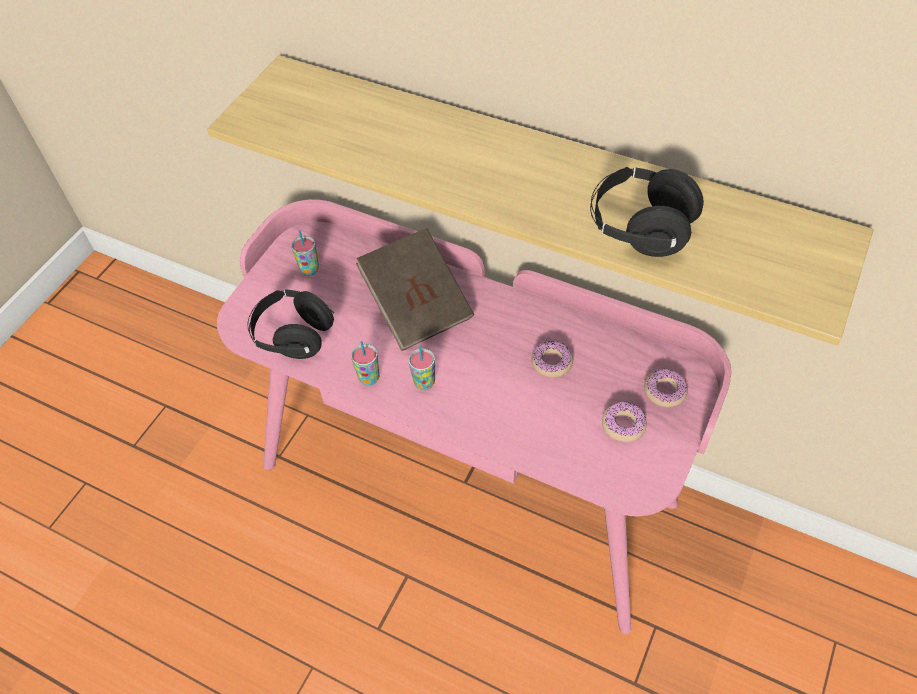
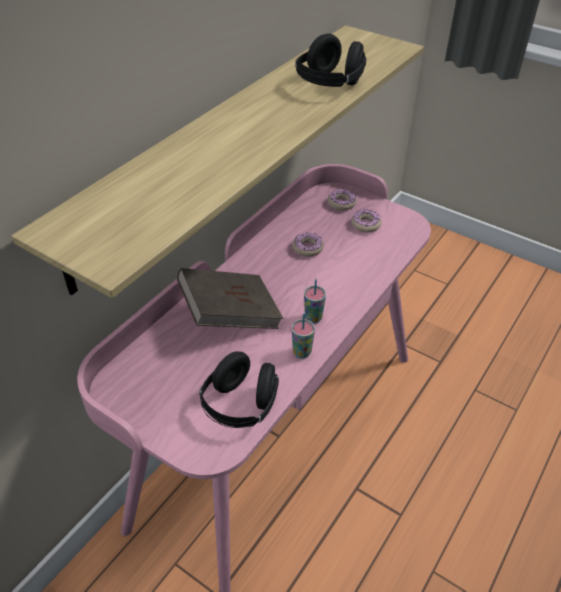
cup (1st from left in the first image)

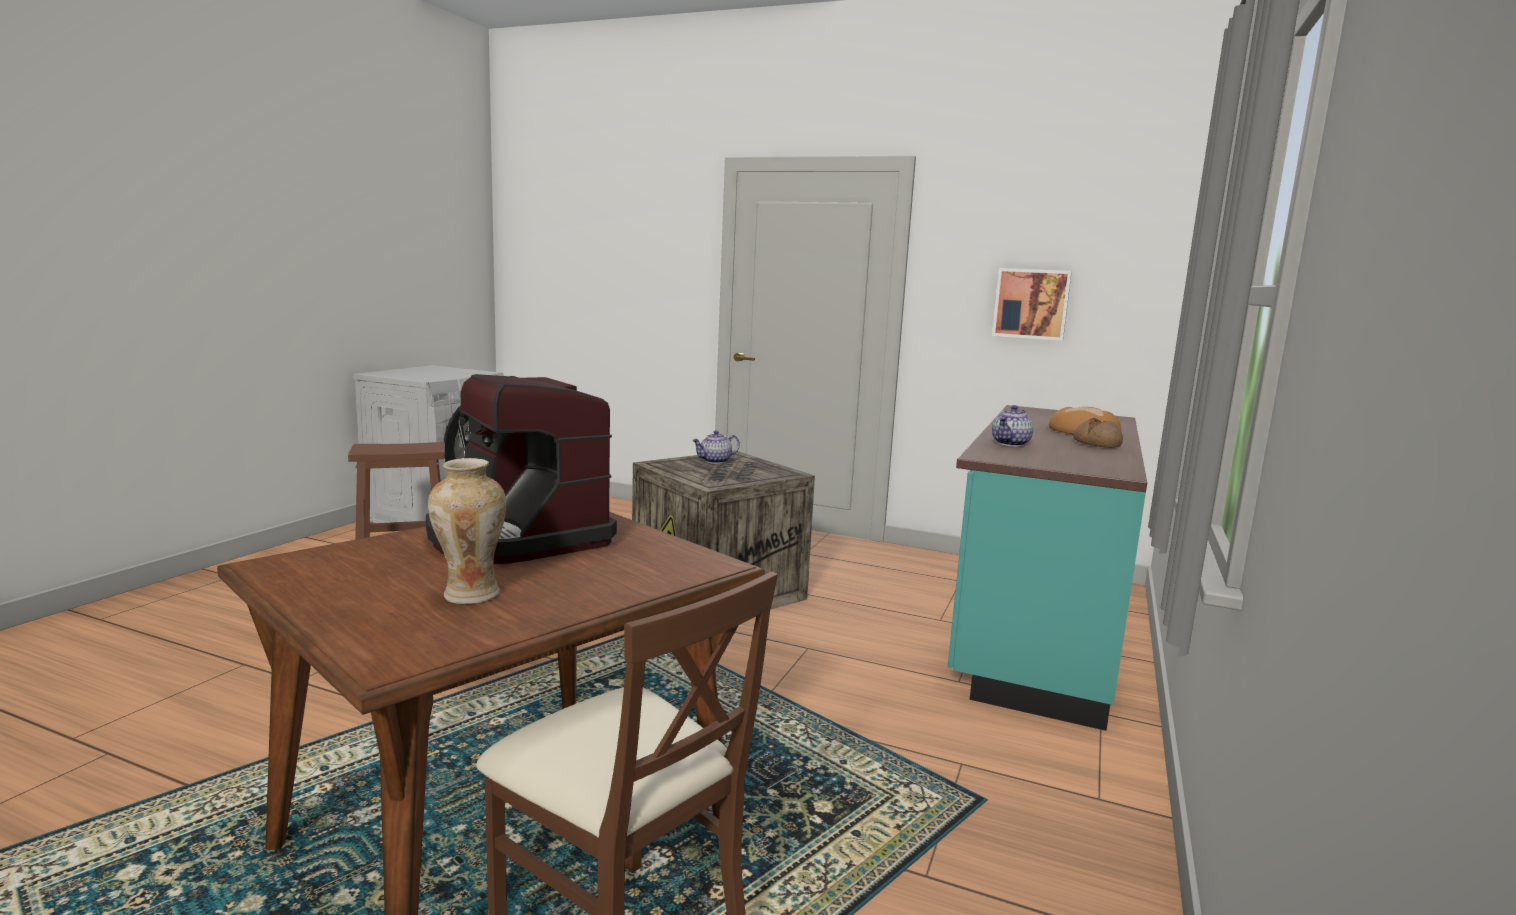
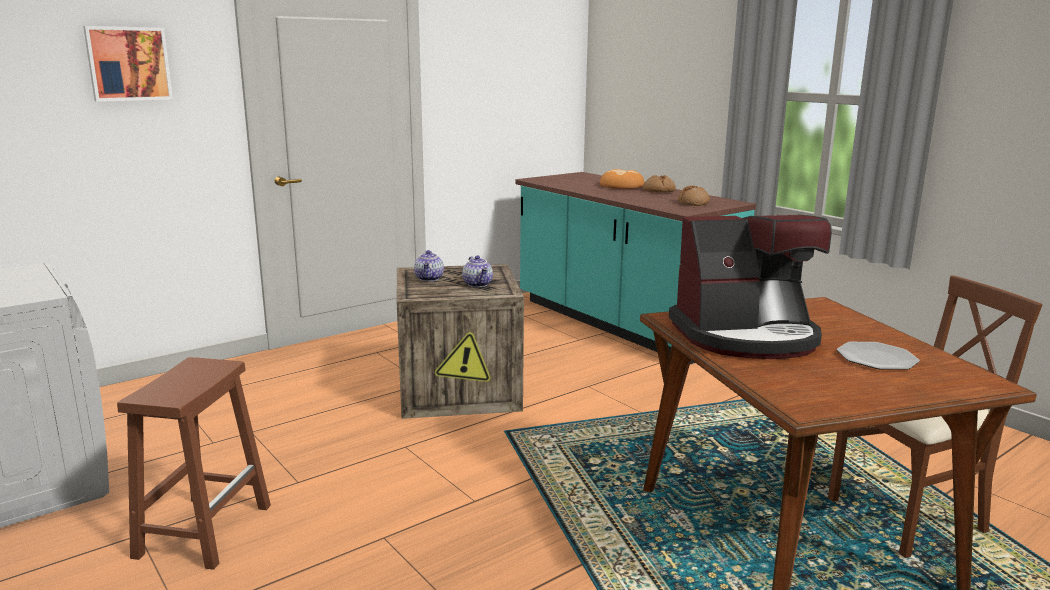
plate
picture
tea pot (2nd from left)
bread (3rd from left)

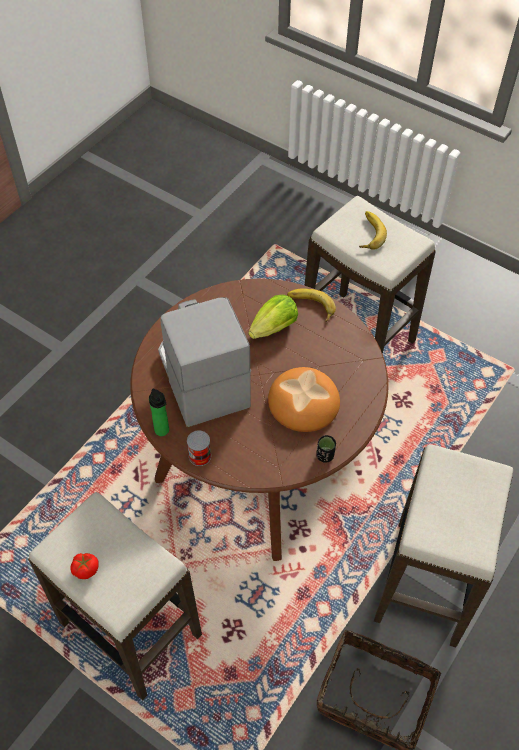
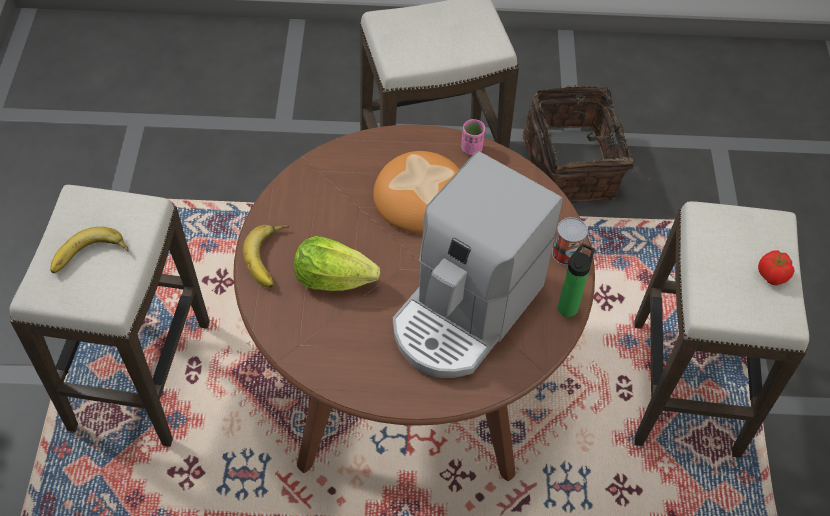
cup (pinkish)

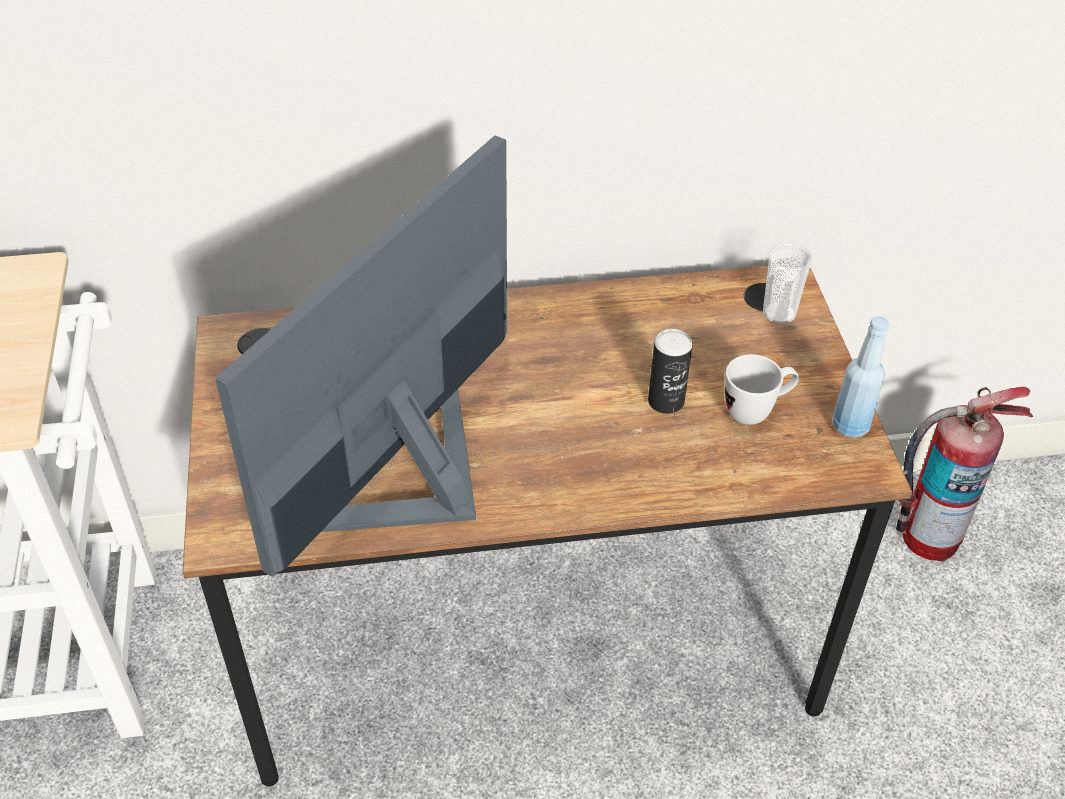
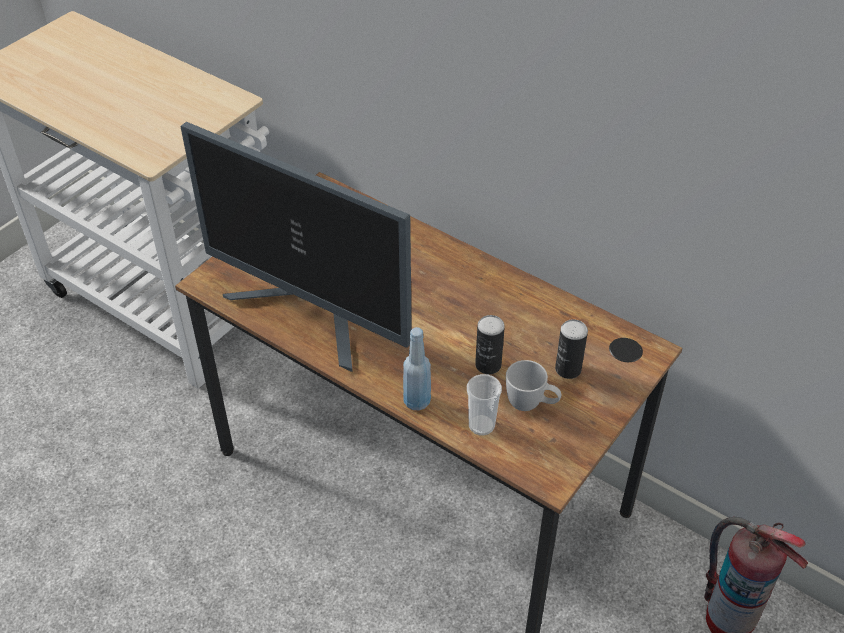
monitor
cup
drink bottle (blue)
metal can (2nd from left)

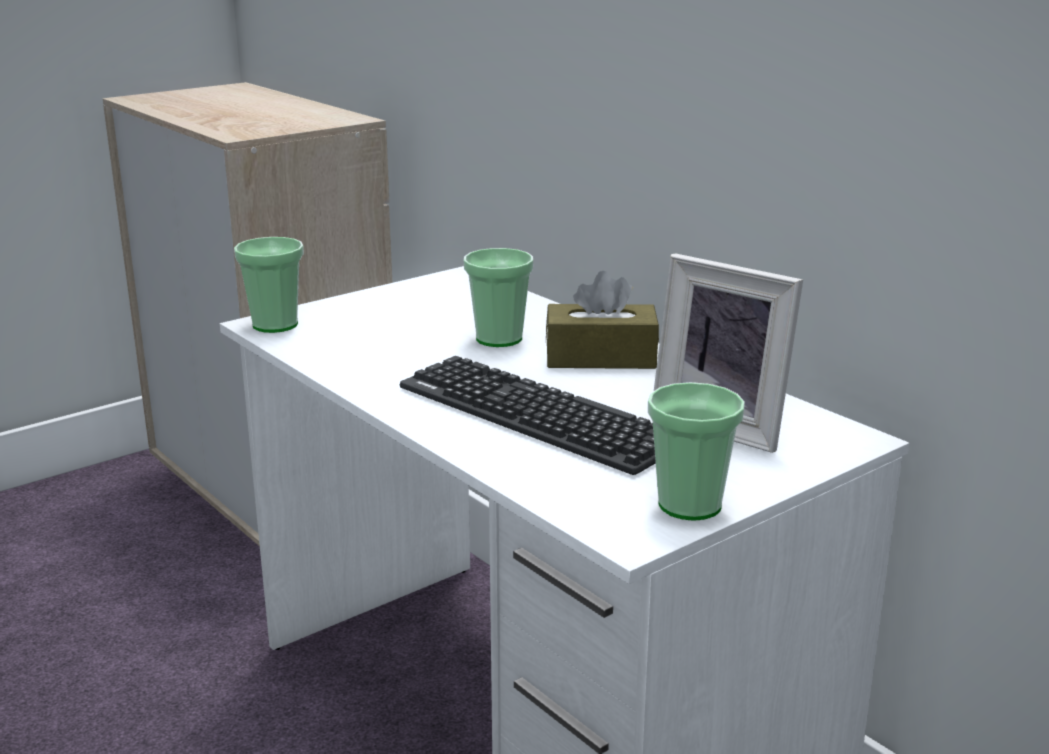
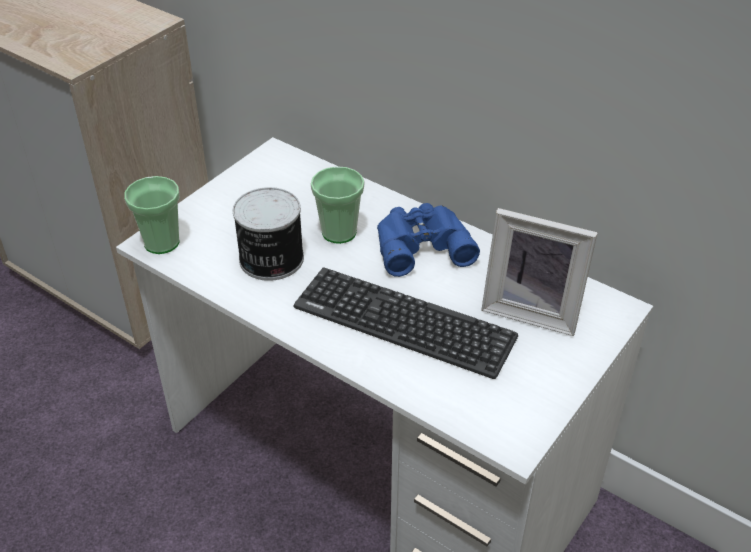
binoculars (blue)
cup (3rd from left in the first image)
metal can

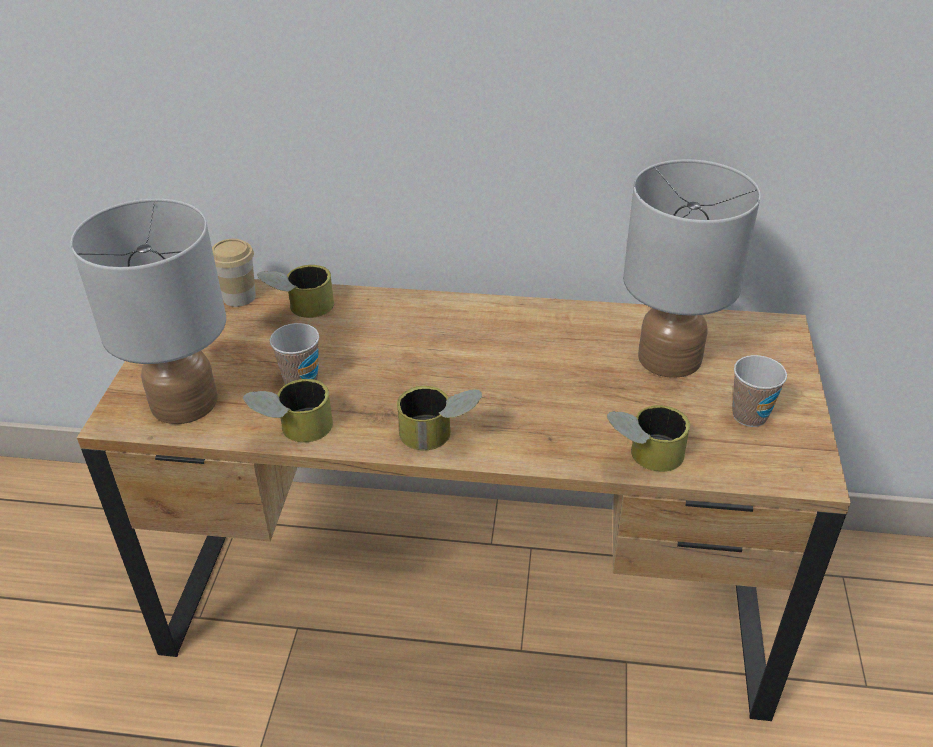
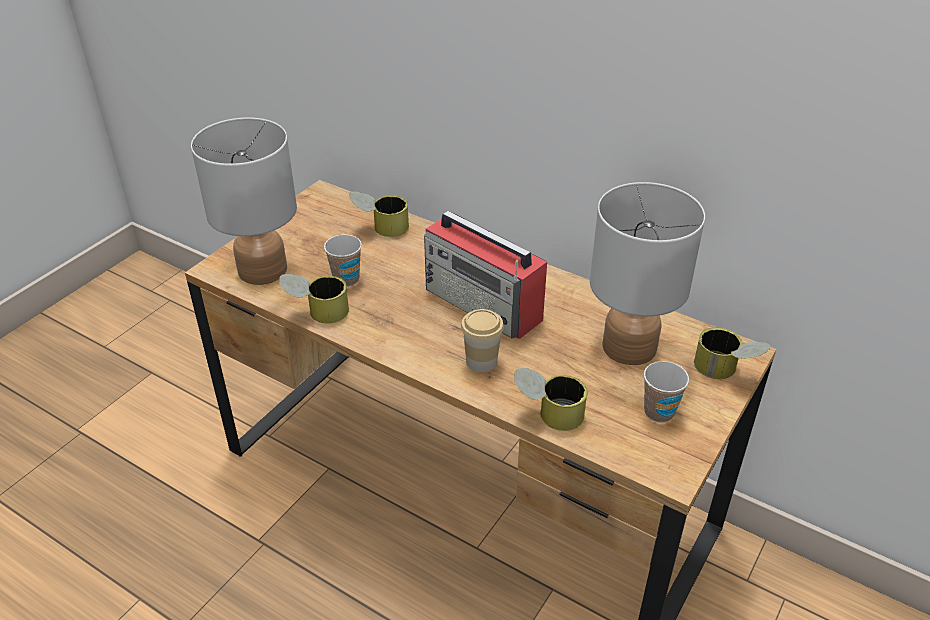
cup (2nd from left)
metal can (4th from left)
radio set

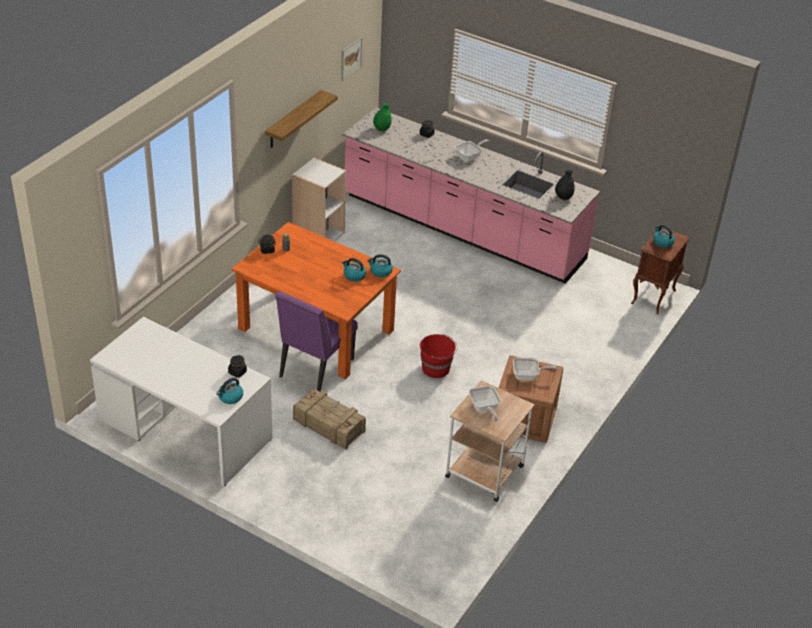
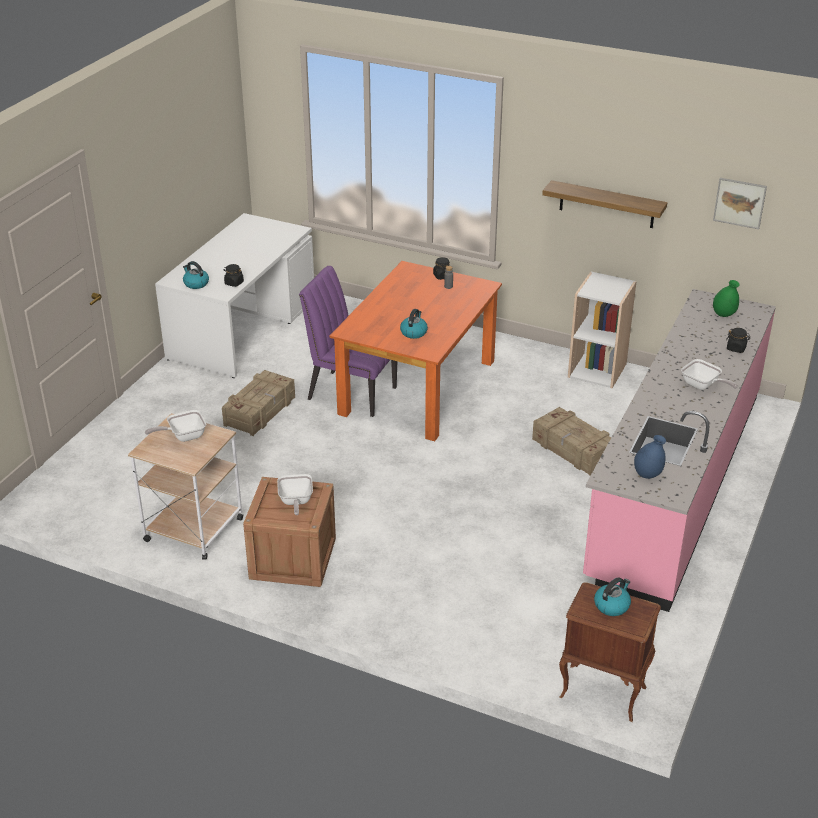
water kettle (3rd from left in the first image)
bucket (red-coloured)
flower vase (blue)
packing crate (3rd from left)

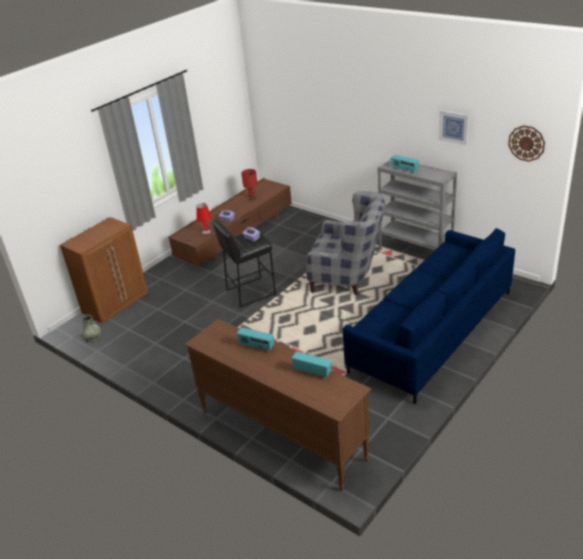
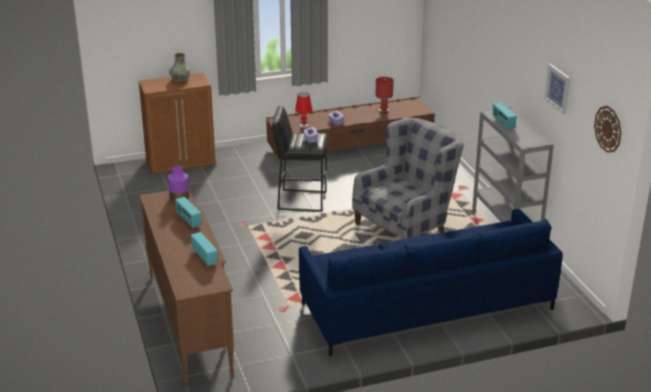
flower vase (gray)
easy chair (gray)
flower vase (purple-coloured)

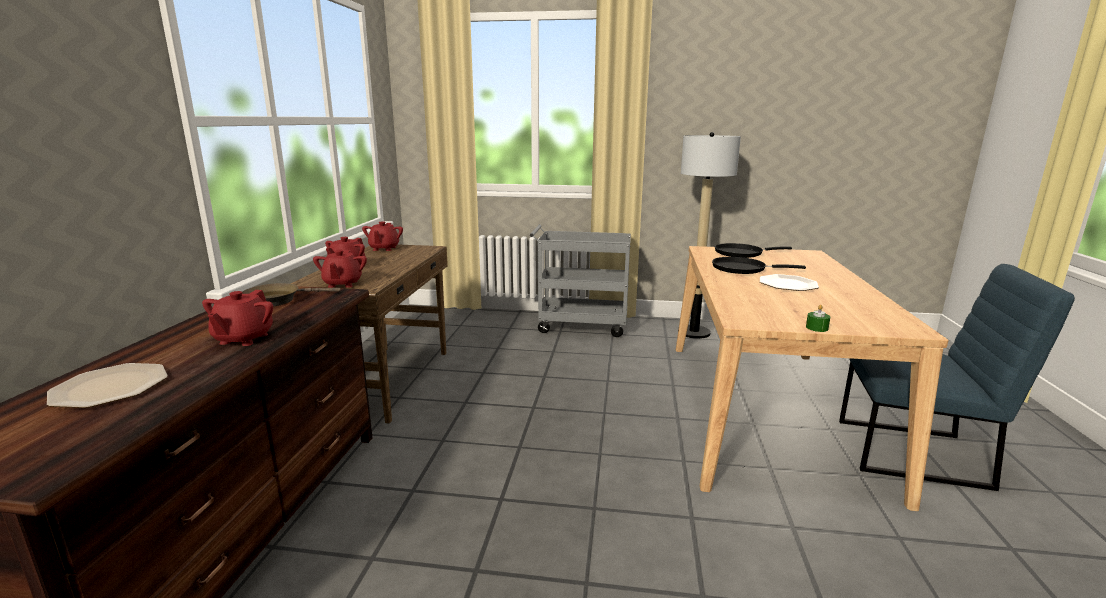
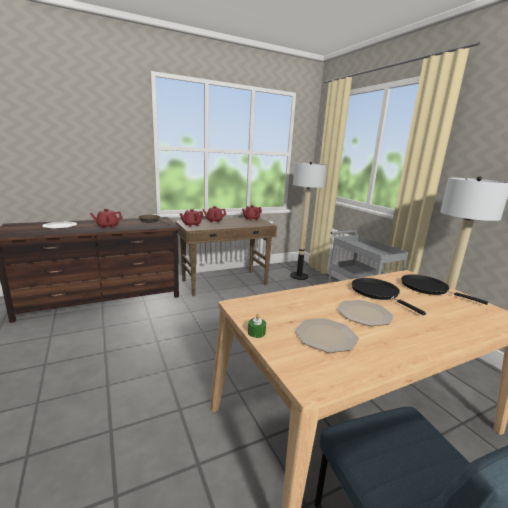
floor lamp (1st from left)
plate (2nd from left)

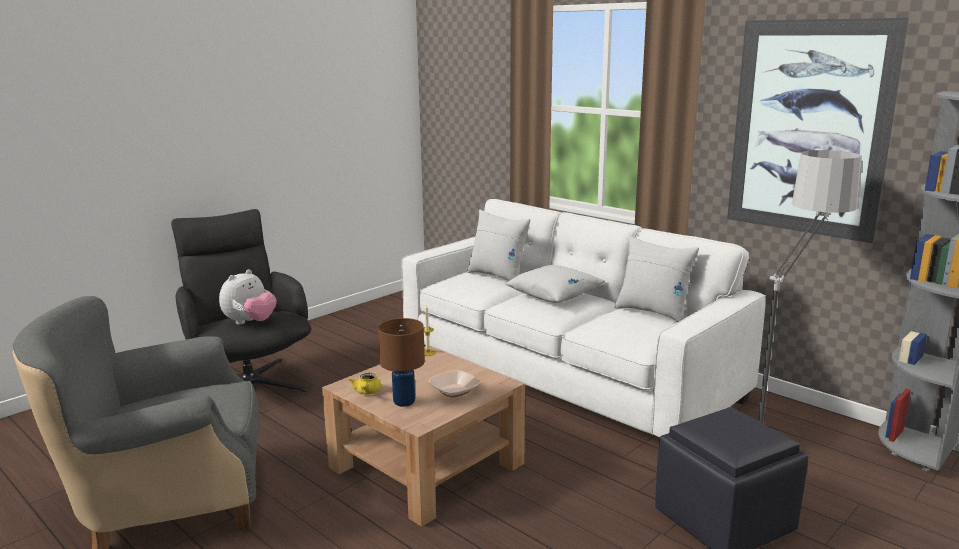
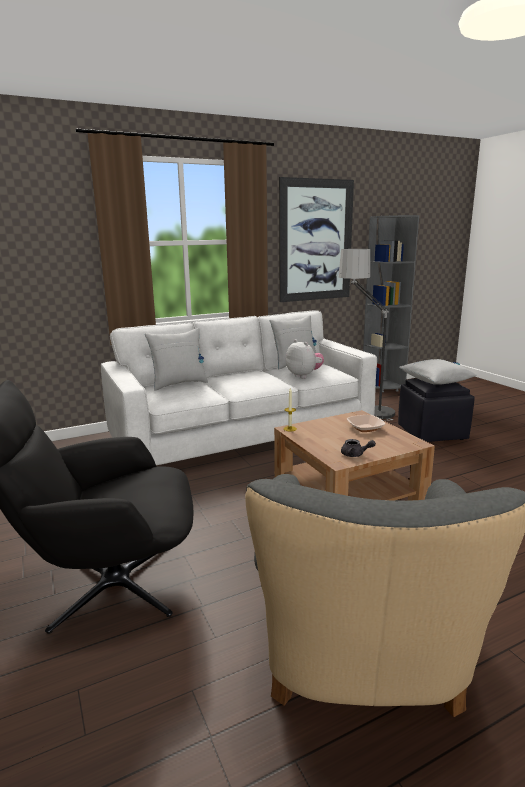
cuddly toy
tea pot (gray)
table lamp (brown)
cushion (gray) (3rd from left)

